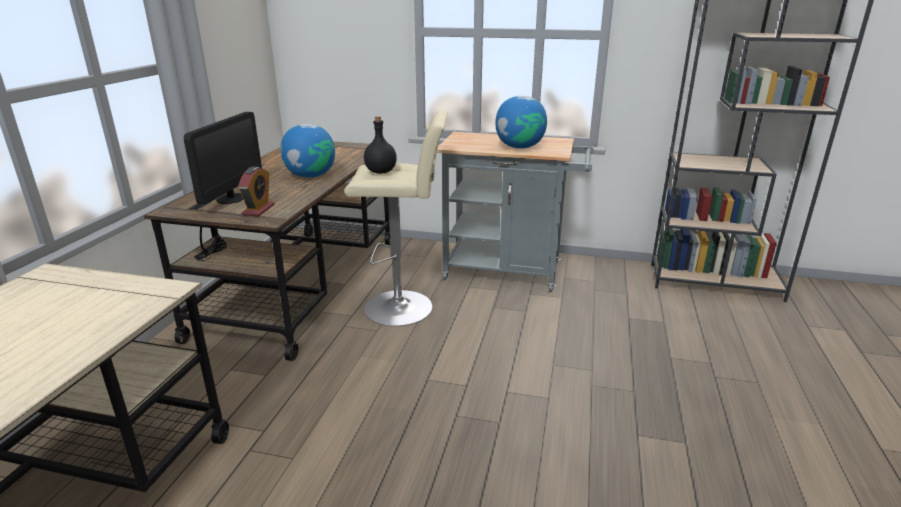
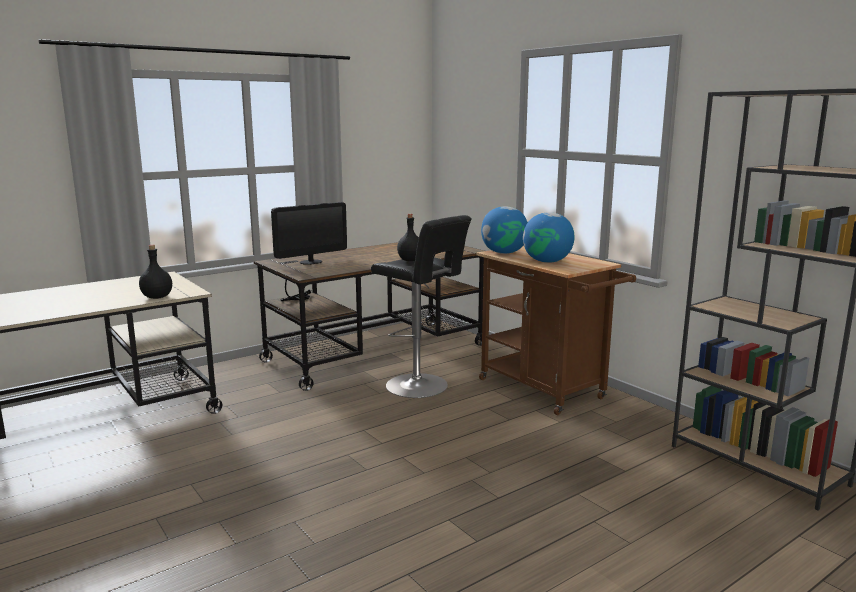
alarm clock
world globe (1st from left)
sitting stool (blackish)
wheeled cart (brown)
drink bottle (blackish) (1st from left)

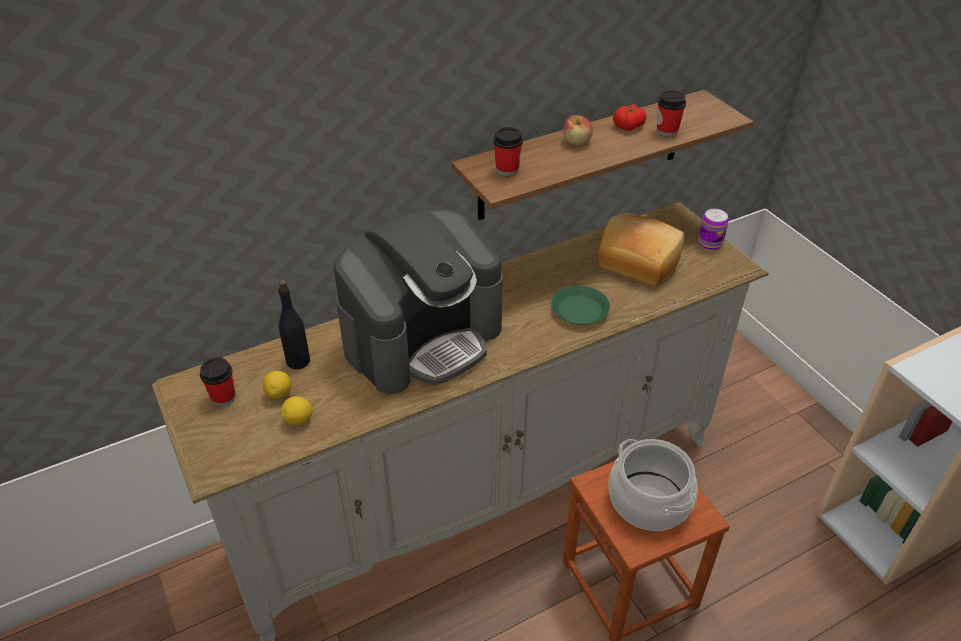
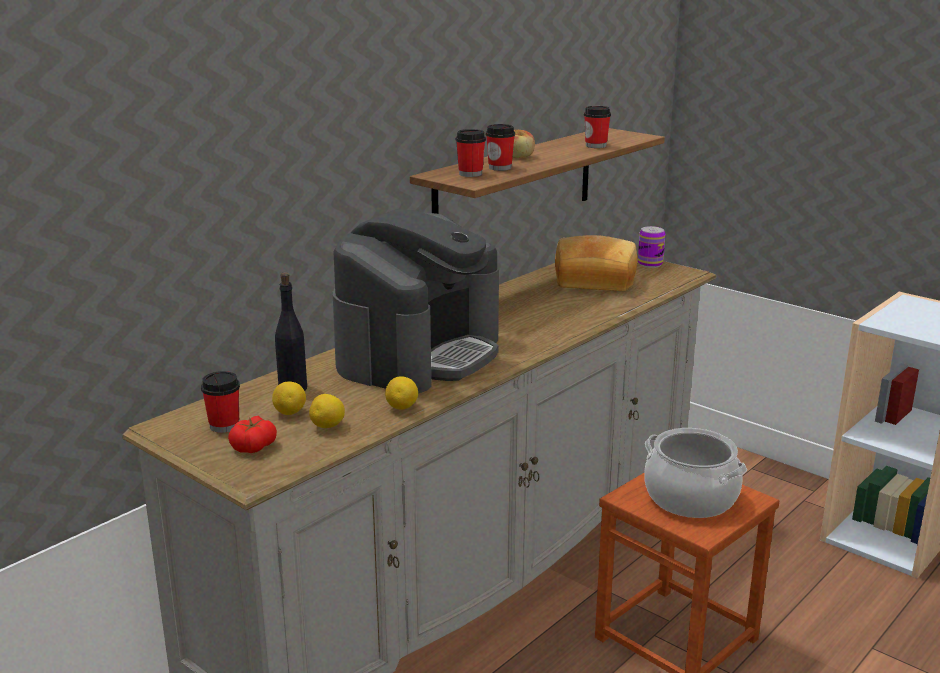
plate (green)
whole tomato
citrus fruit (3rd from left)
cup (3rd from left)

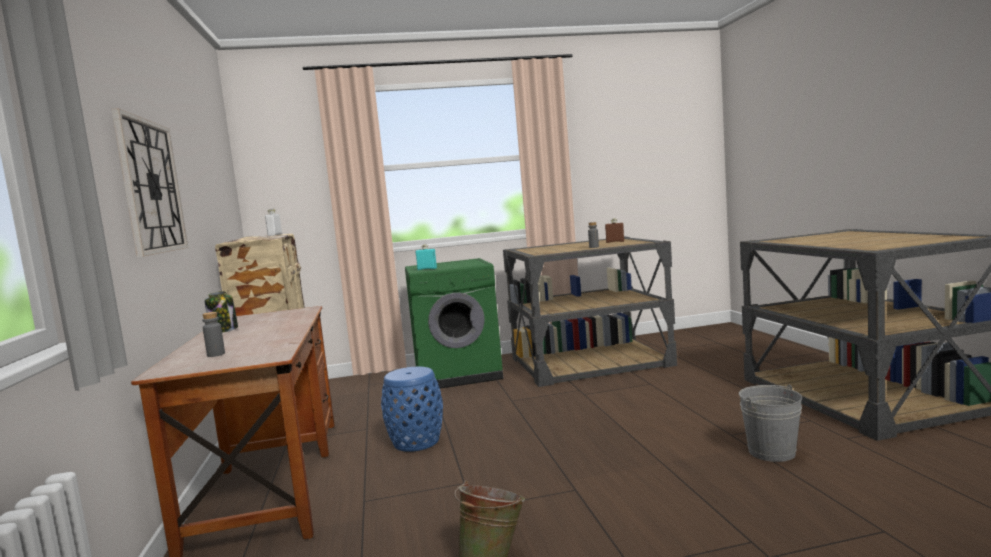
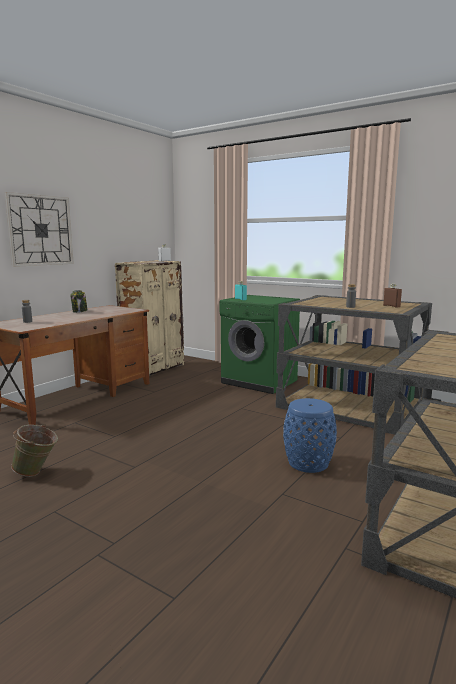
sitting stool (blue)
bucket (gray)

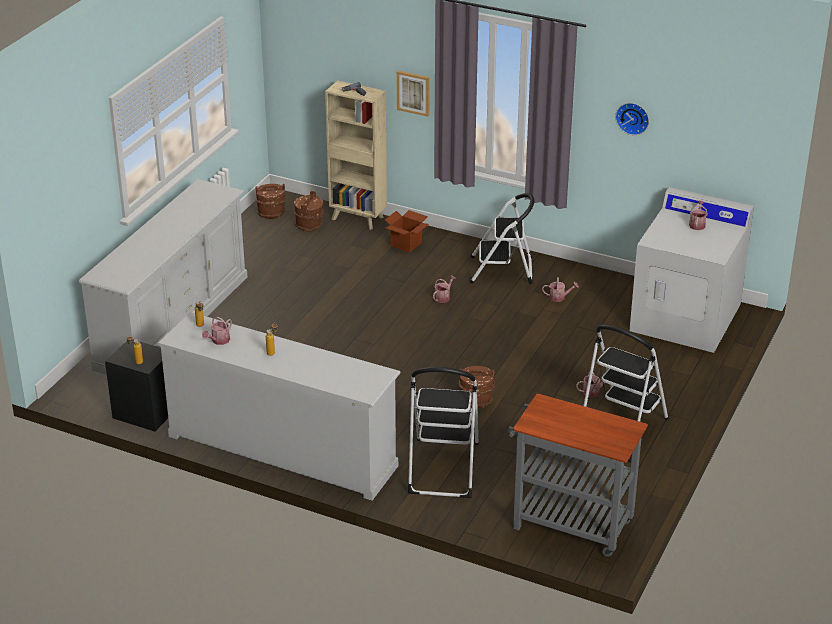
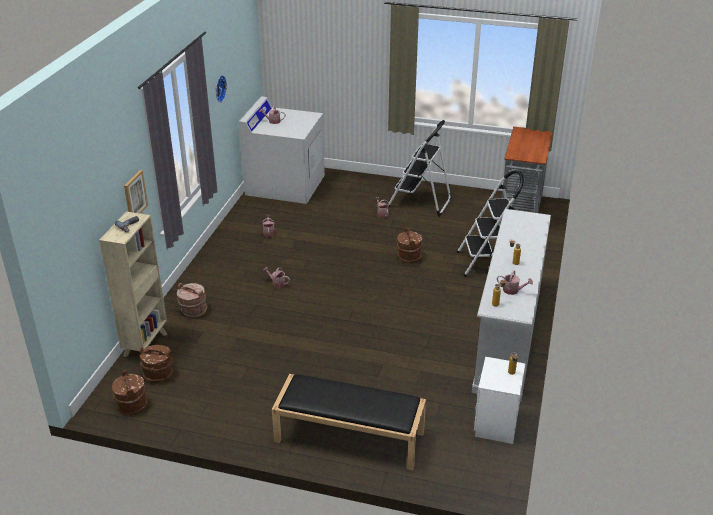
indoor bench (blackish)
nightstand (white)
bucket (brown) (3rd from left)
stepladder (2nd from left in the first image)

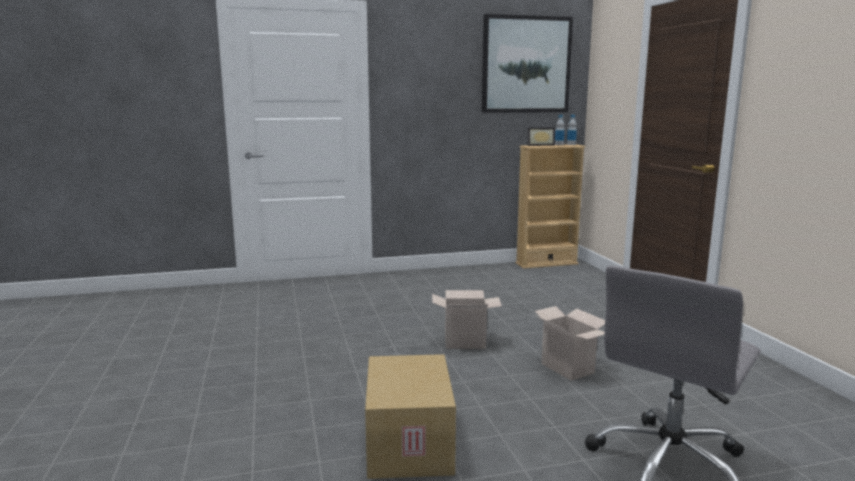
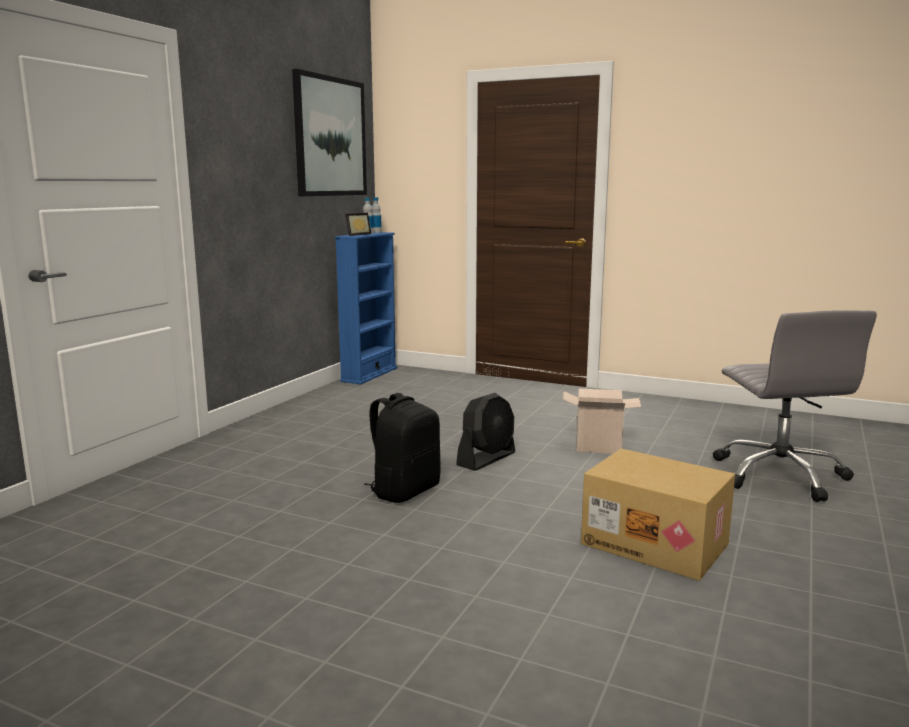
cooling fan (blackish)
bookcase (blue)
rucksack (blackish)

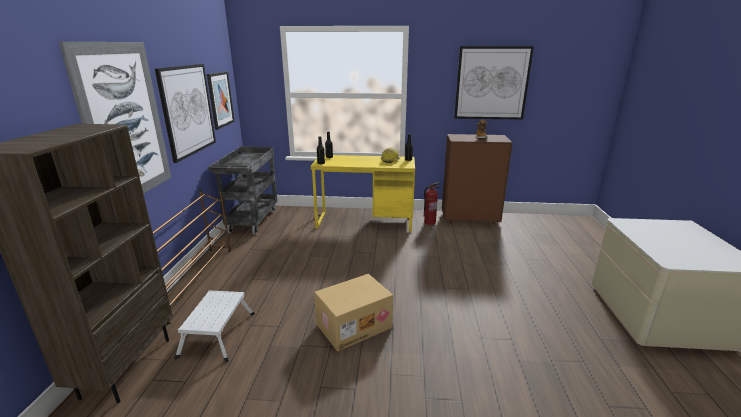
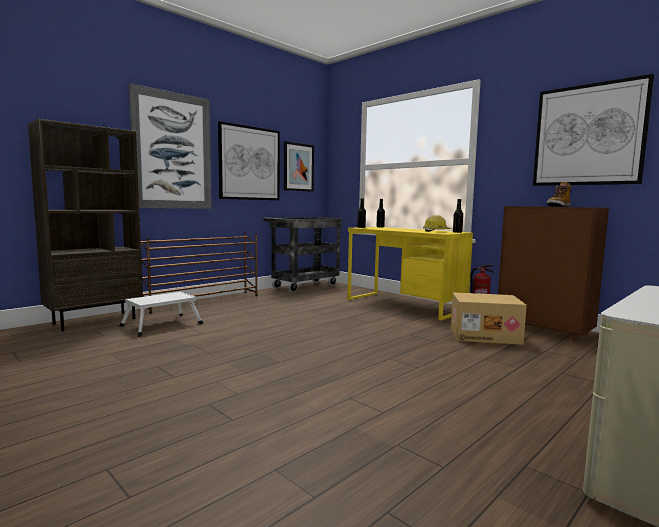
cardboard box

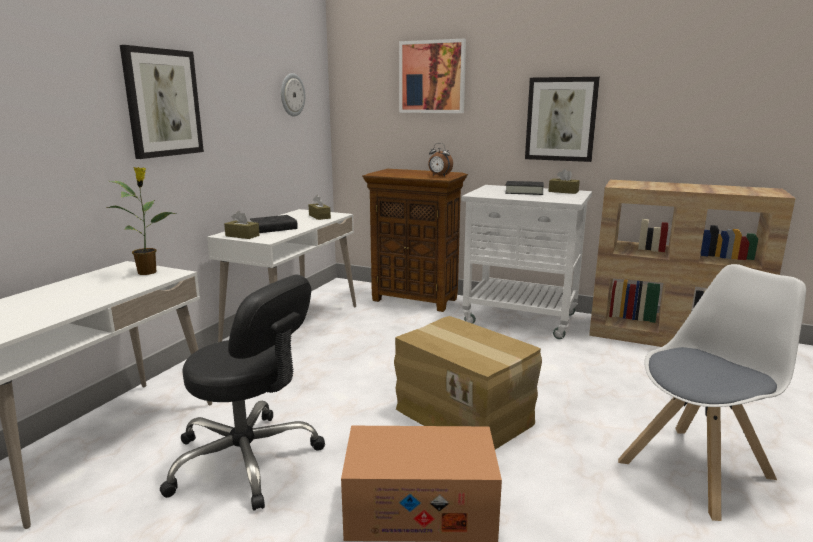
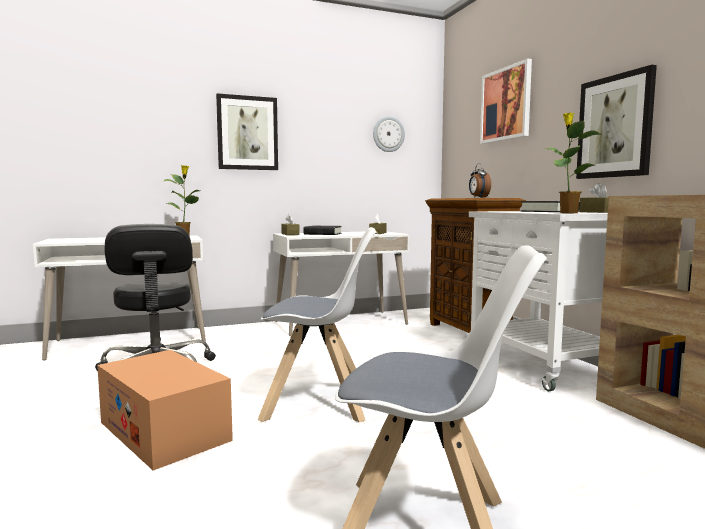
upright chair (1st from left)
houseplant (2nd from left)

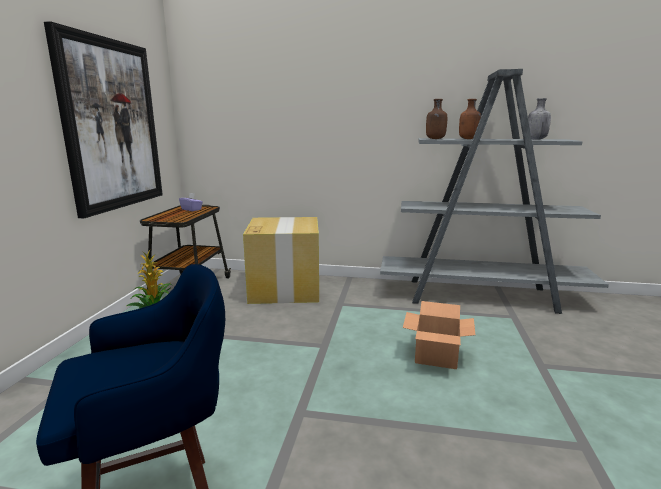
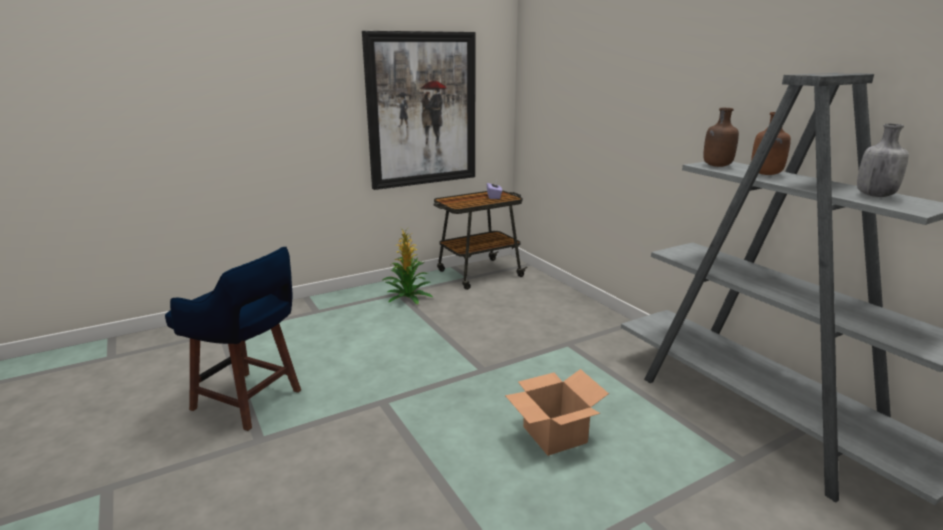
cardboard box (1st from left in the first image)

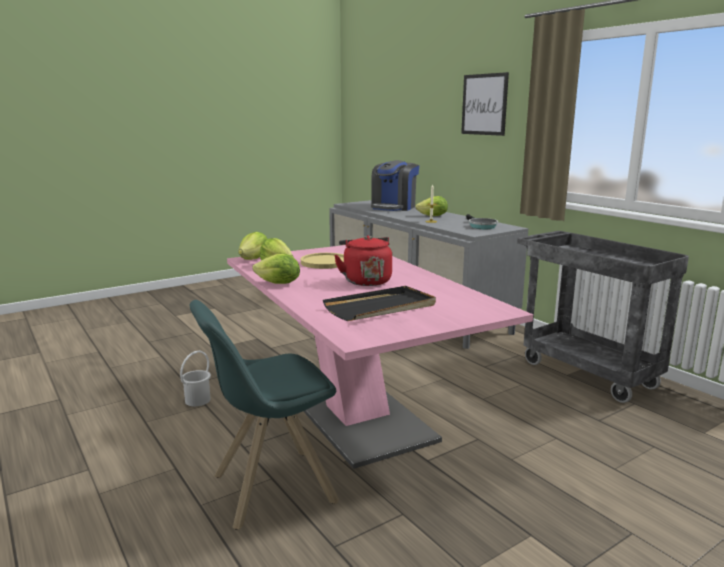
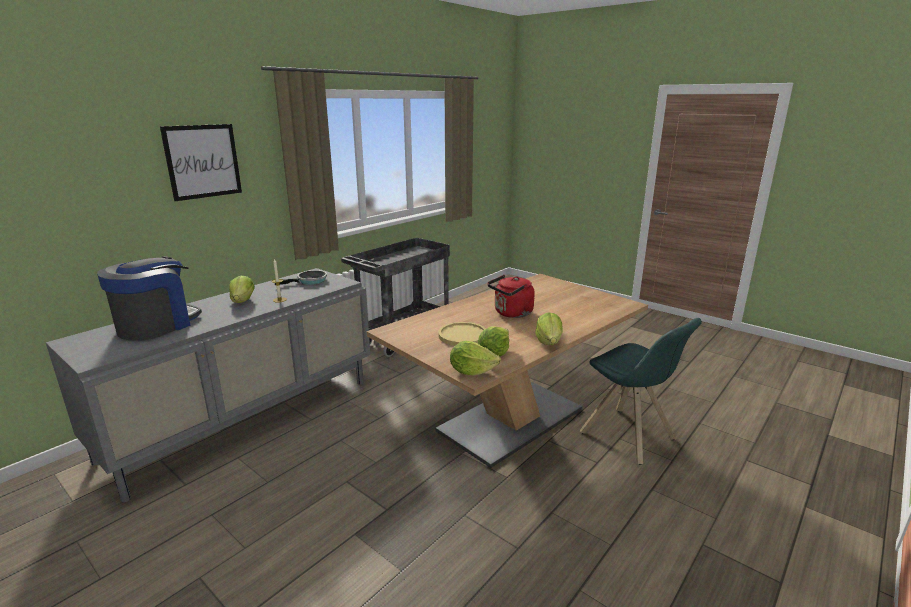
bucket (white)
dining table (brown)
serving tray (blackish)
coffee maker

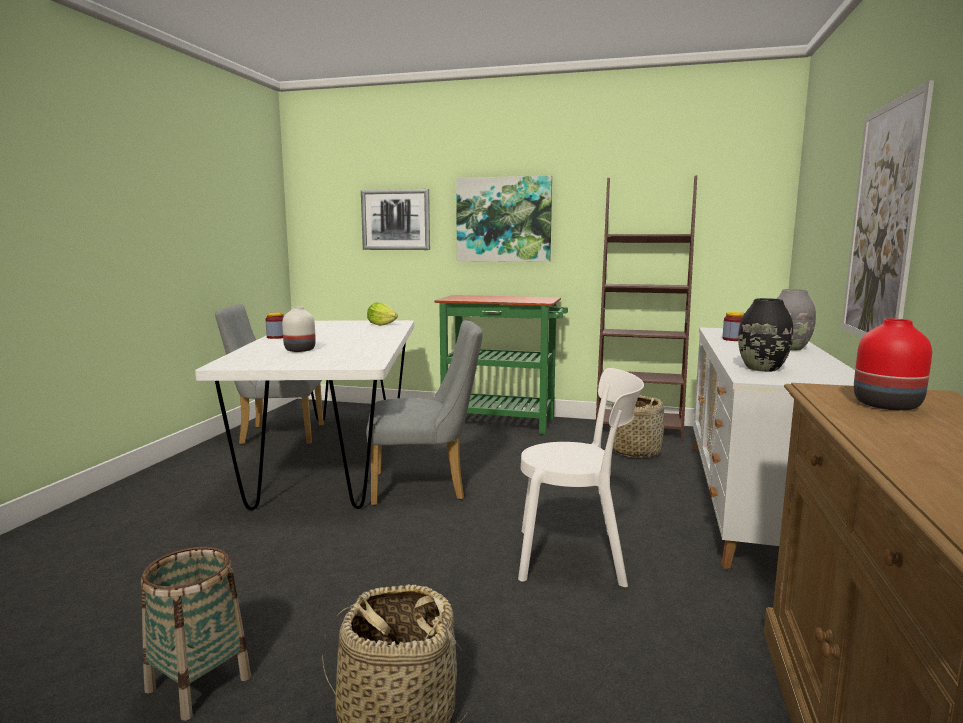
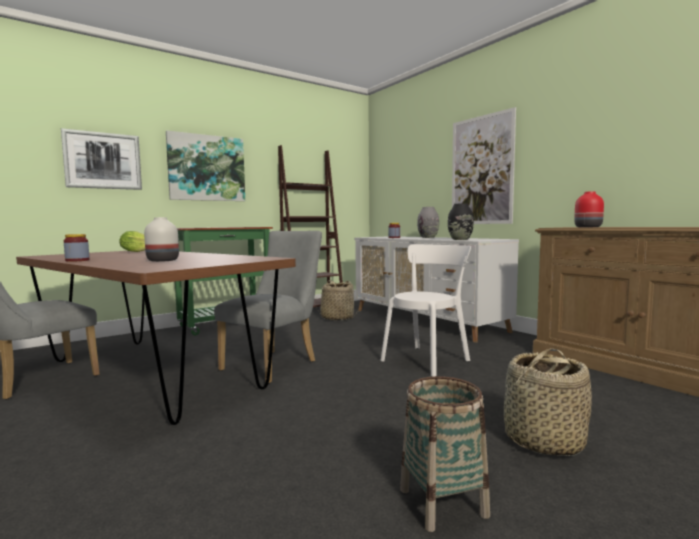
dining table (brown)

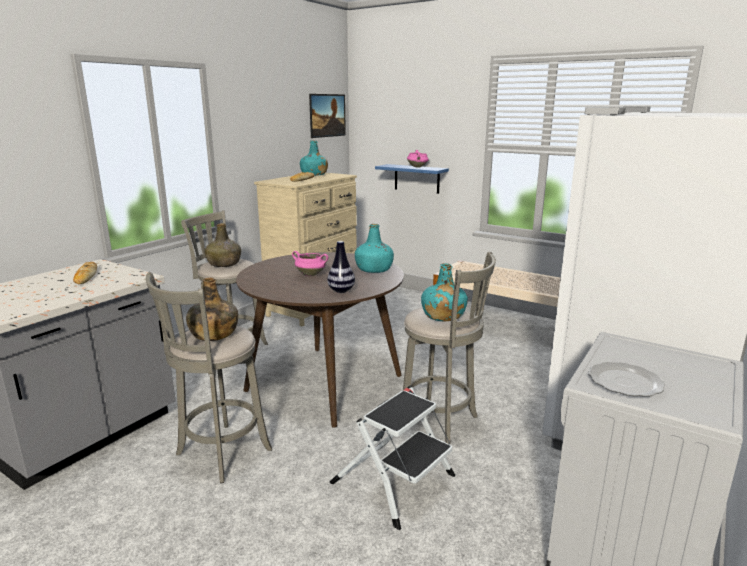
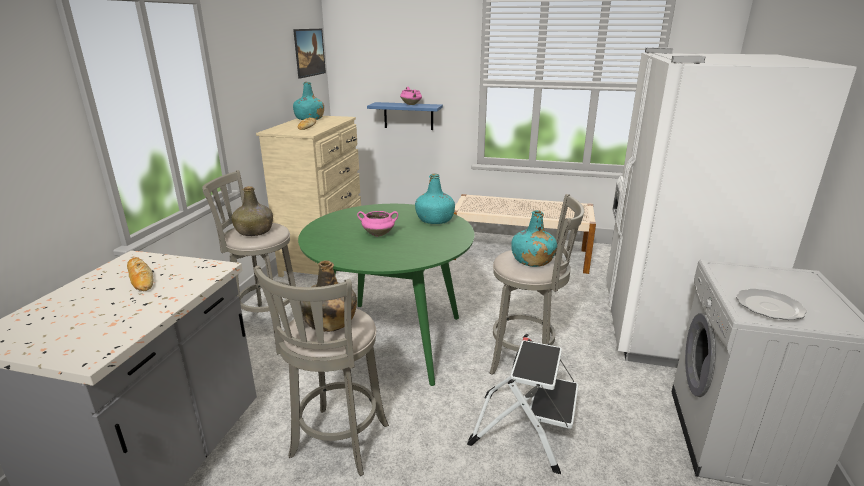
dining table (green)
flower vase

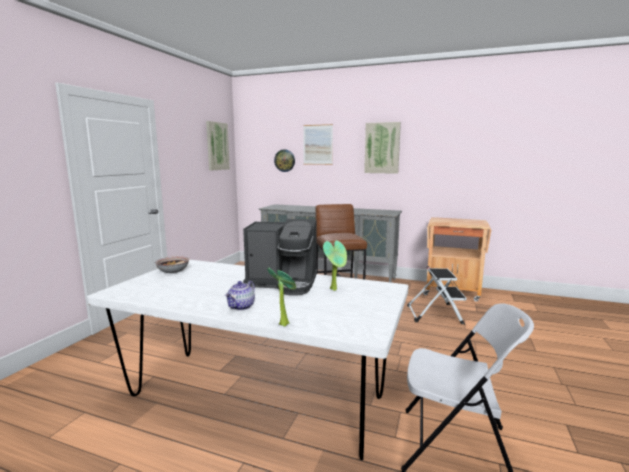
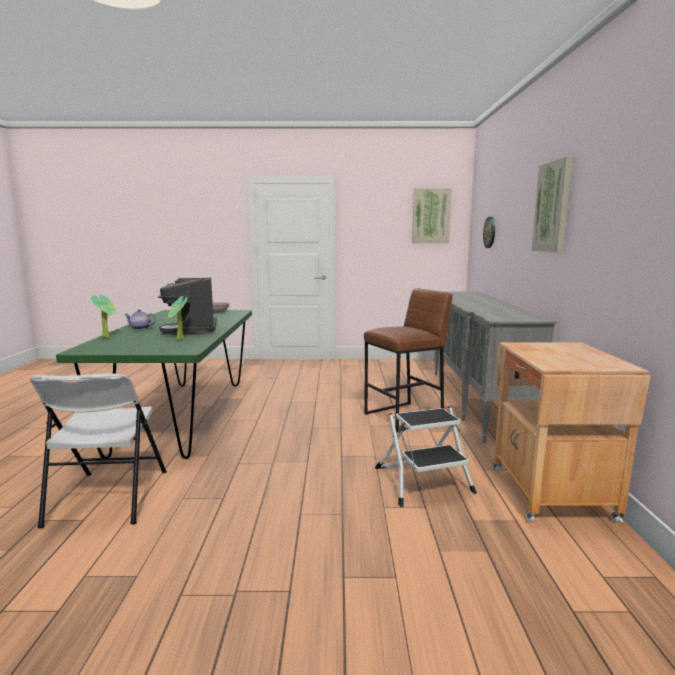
dining table (green)
picture (2nd from left in the first image)

